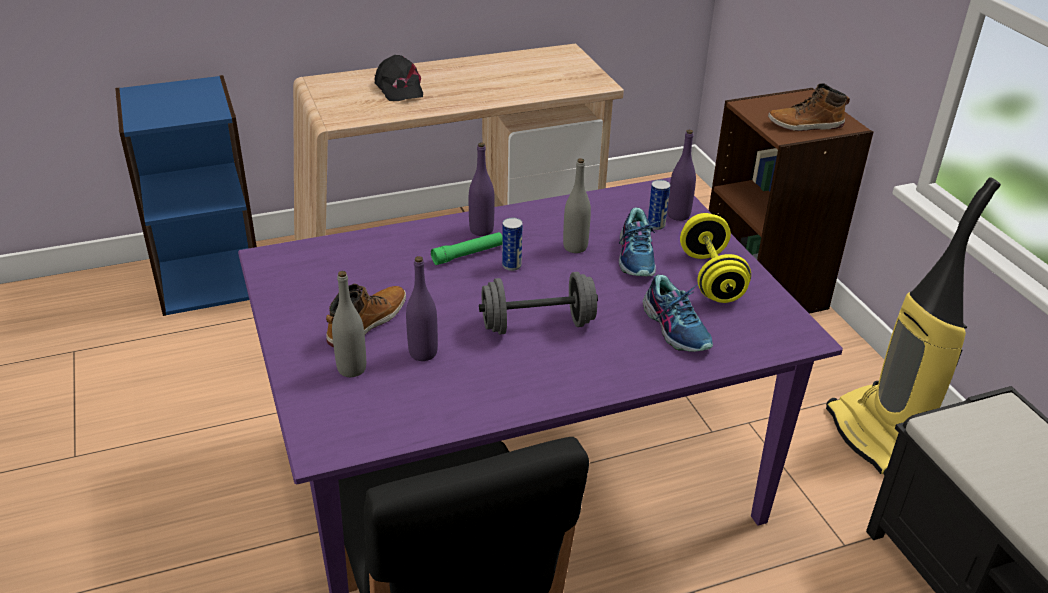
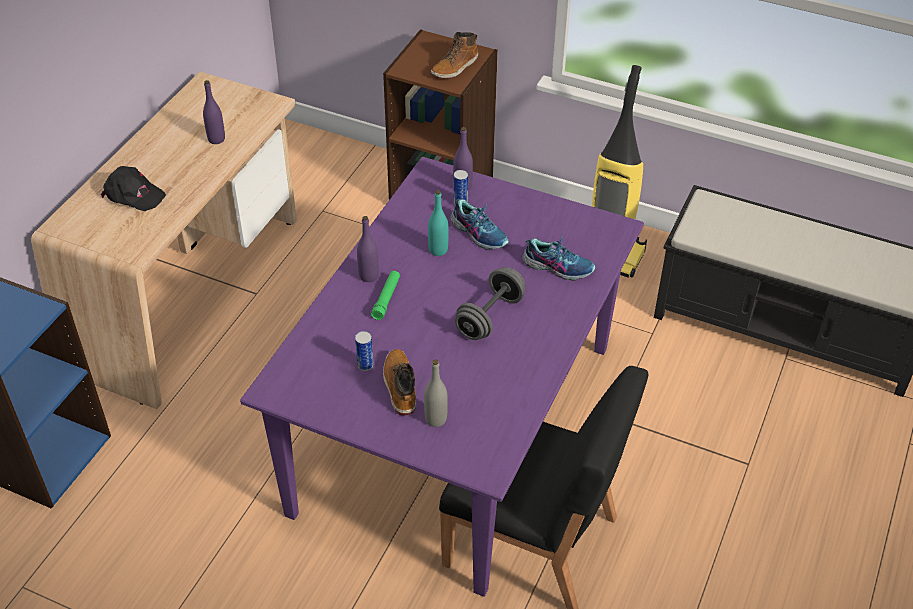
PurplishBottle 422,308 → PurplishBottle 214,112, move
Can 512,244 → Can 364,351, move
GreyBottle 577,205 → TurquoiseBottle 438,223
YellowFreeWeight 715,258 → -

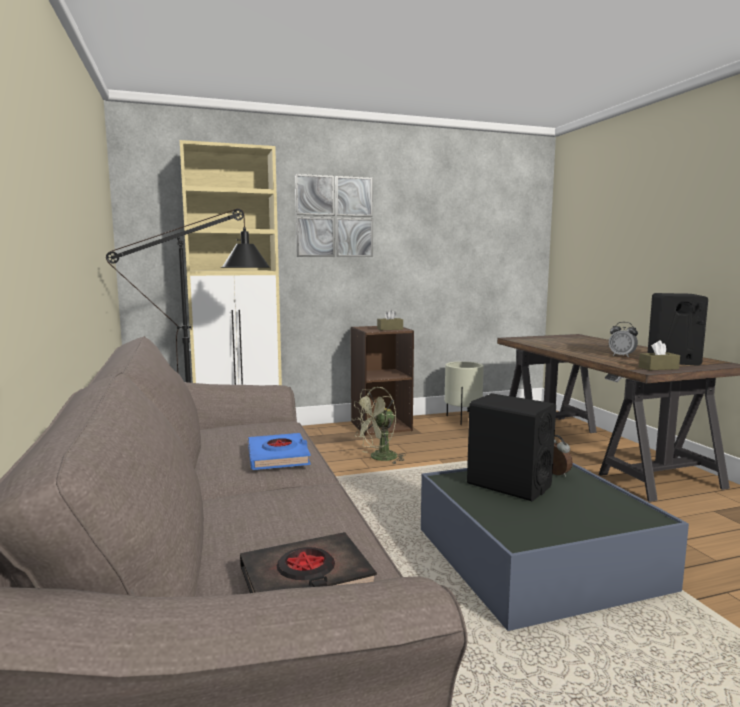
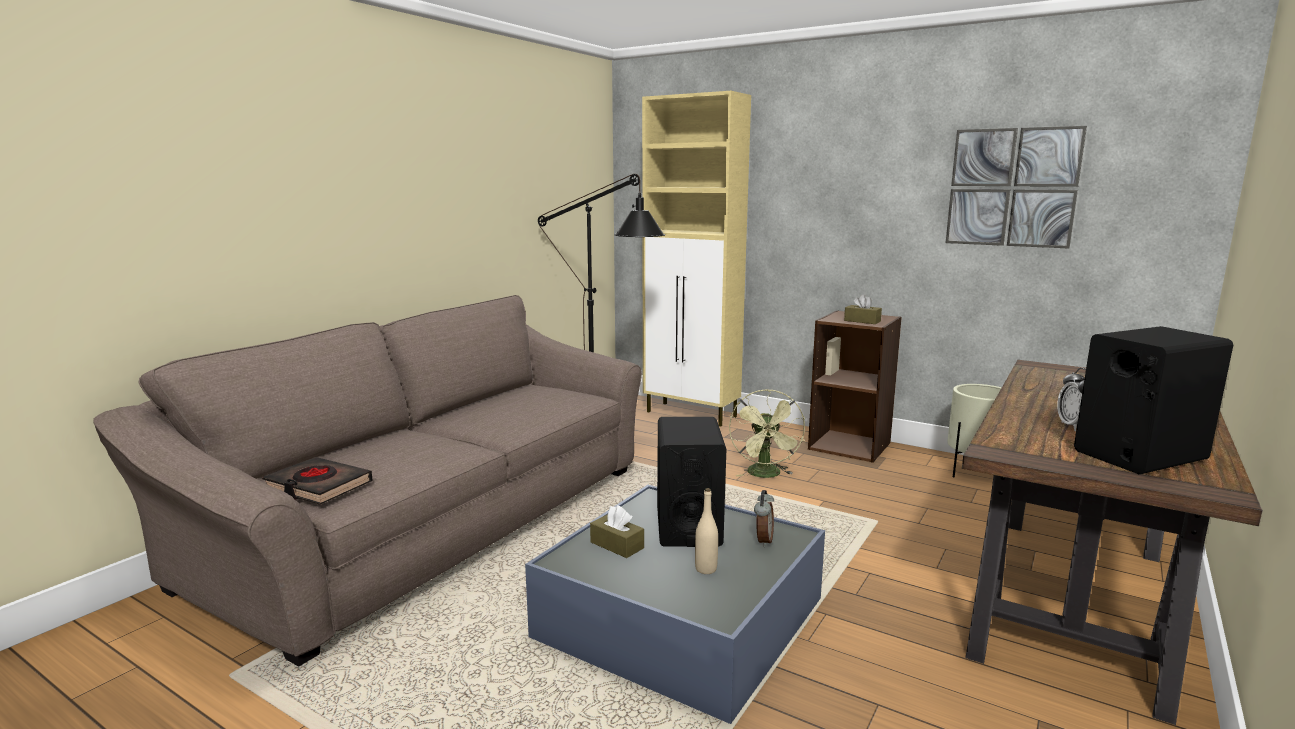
BrownTissueBox 659,355 → BrownTissueBox 617,531, move
- → BeigeColouredBottle 706,531
GreenColouredCoolingFan 379,425 → GreenColouredCoolingFan 767,433, 105 degrees counterclockwise
WallPicture 334,215 → WallPicture 1016,187, move
BlueColouredVolume 279,451 → -

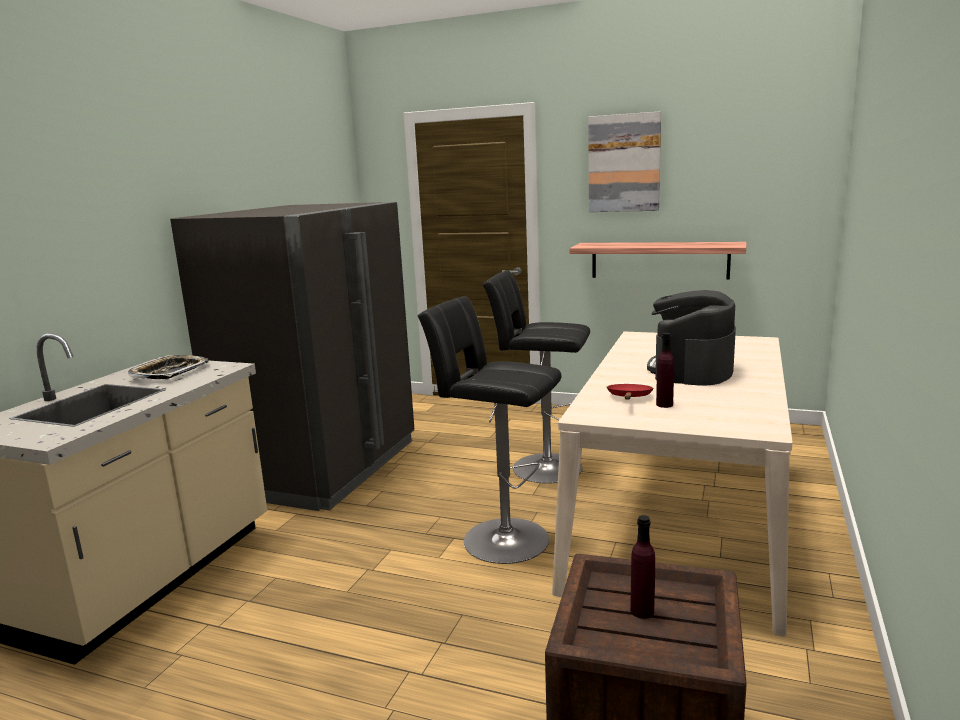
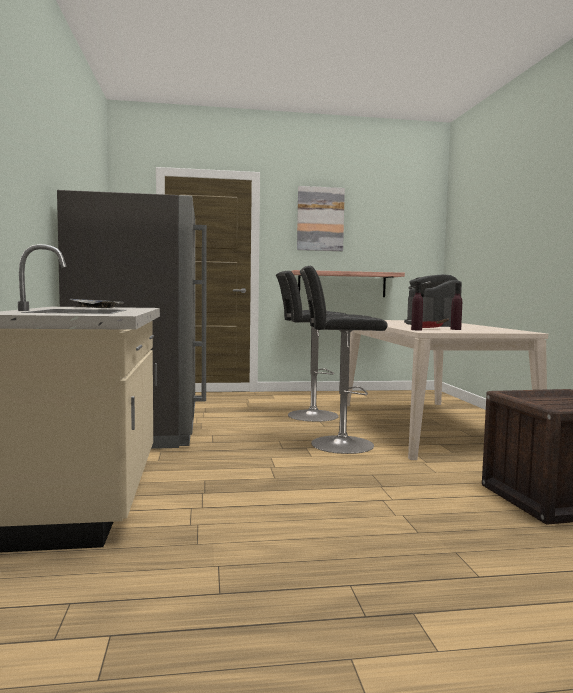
PurplishBottle 642,567 → PurplishBottle 417,306, move

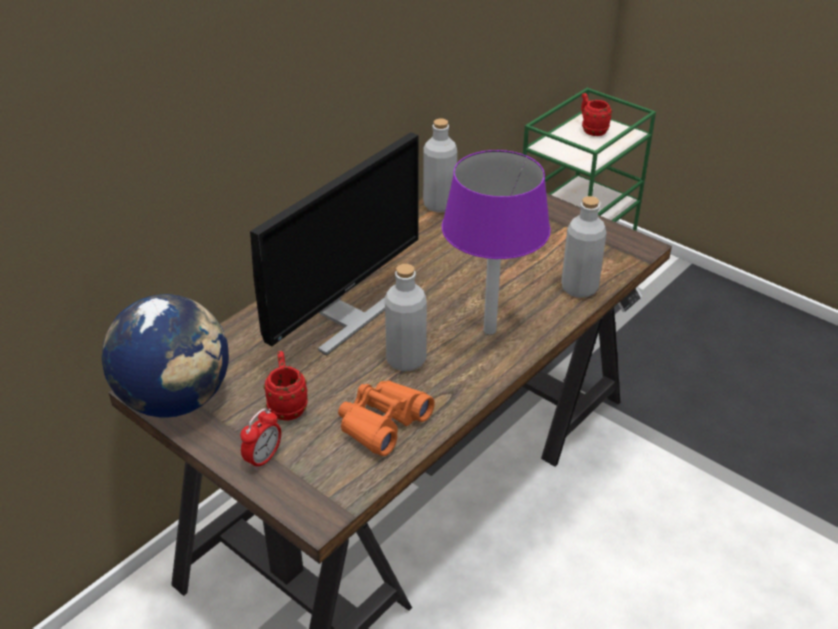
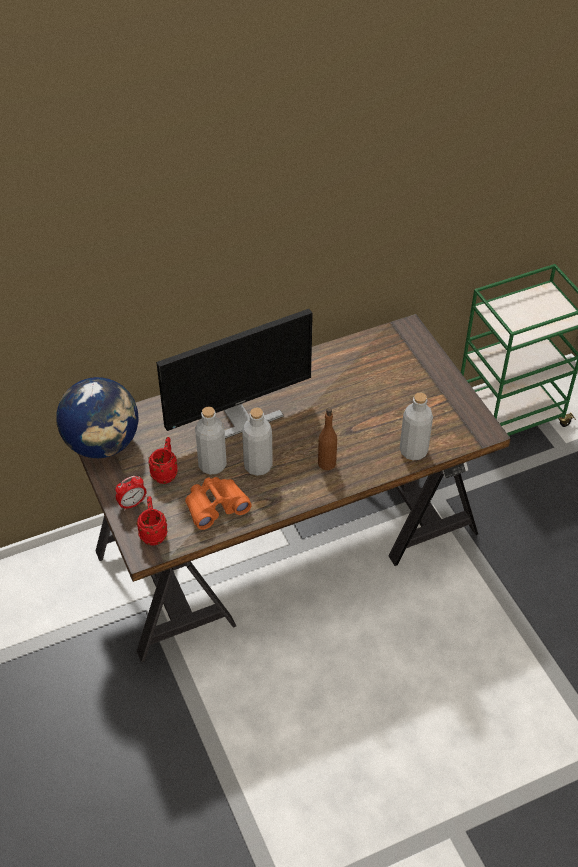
RedCoffeeMug 596,114 → RedCoffeeMug 152,521, move
GreyBottle 440,165 → GreyBottle 211,440, move
PurplishTabletopLamp 496,242 → BrownBottle 327,439

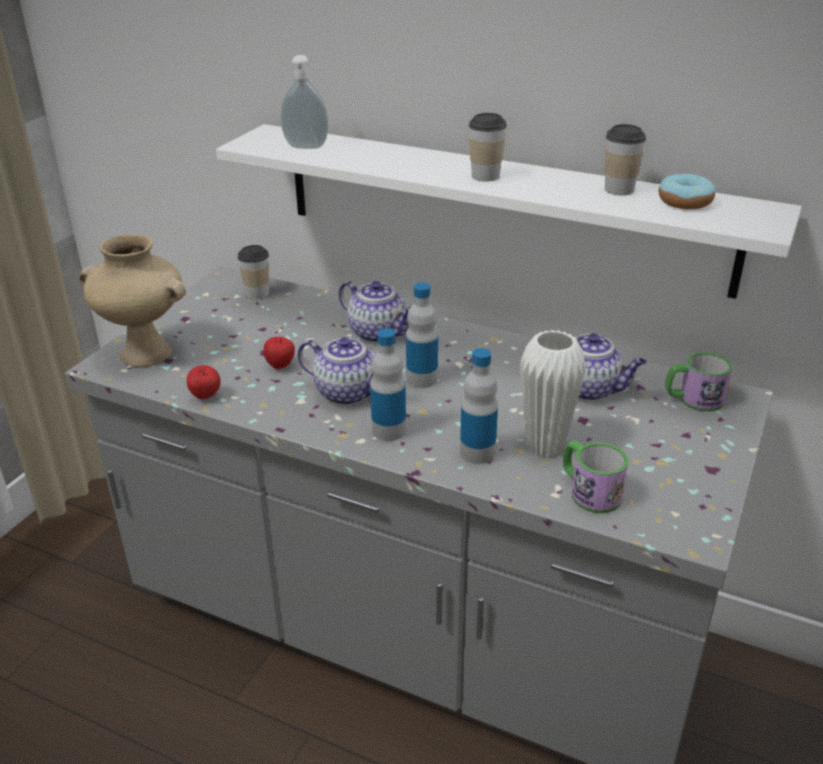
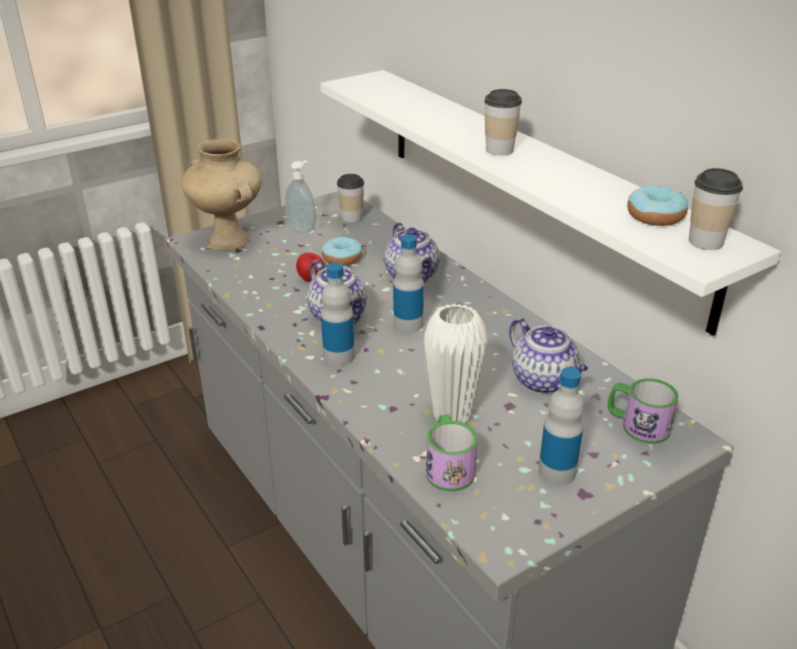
SoapBottle 304,102 → SoapBottle 300,196, move
- → RingDoughnut 342,251
Bottle 479,406 → Bottle 561,426, move
SmallCup 625,160 → SmallCup 716,209, move
AppleFruit 204,382 → -

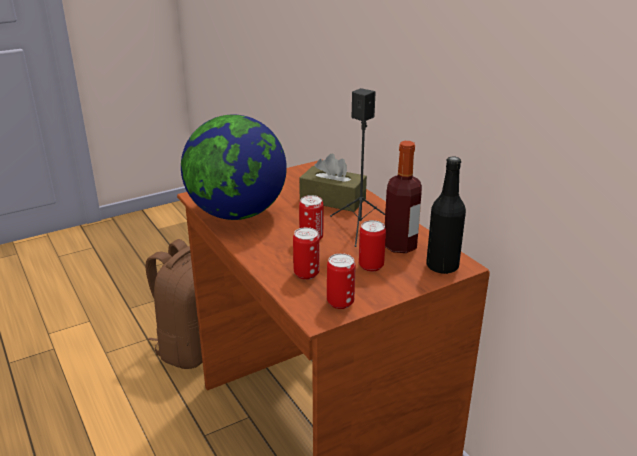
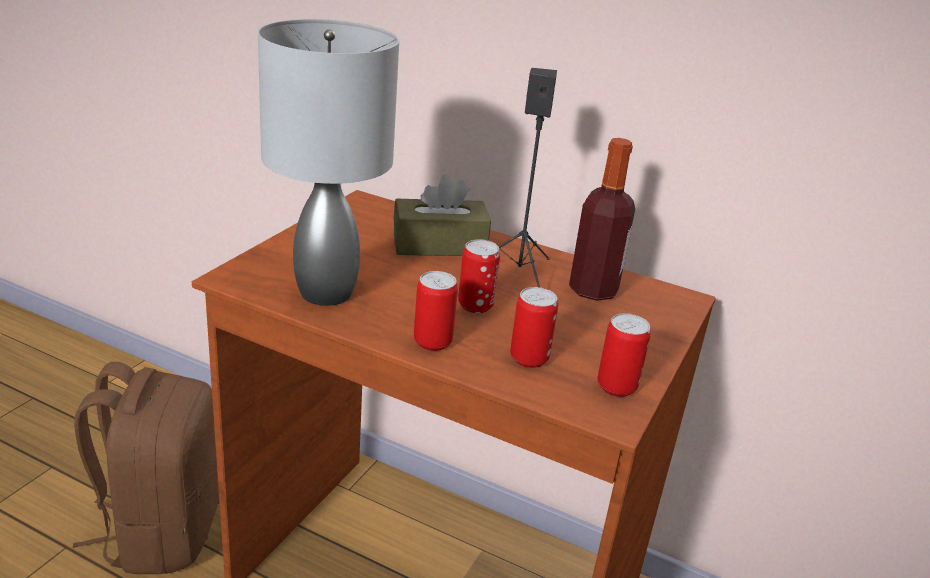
WorldGlobe 234,167 → GreyTabletopLamp 328,162
Can 372,246 → Can 436,311, move
BlackBottle 446,215 → -

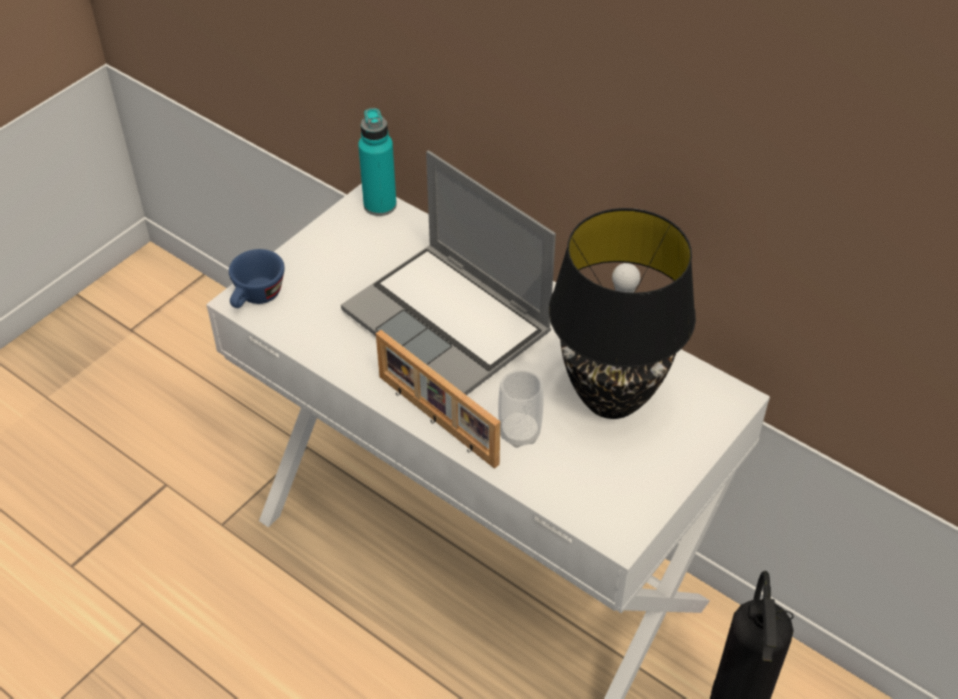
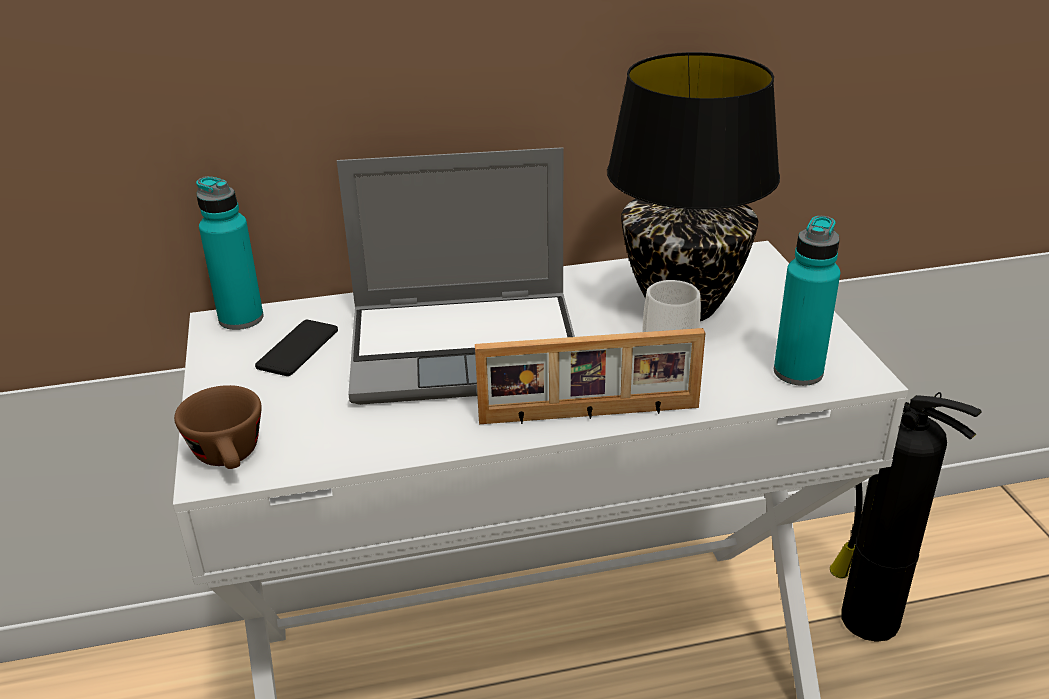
BlueColouredSmallCup 257,278 → BrownSmallCup 218,427
- → Telephone 296,348
- → TurquoiseBottle 807,301

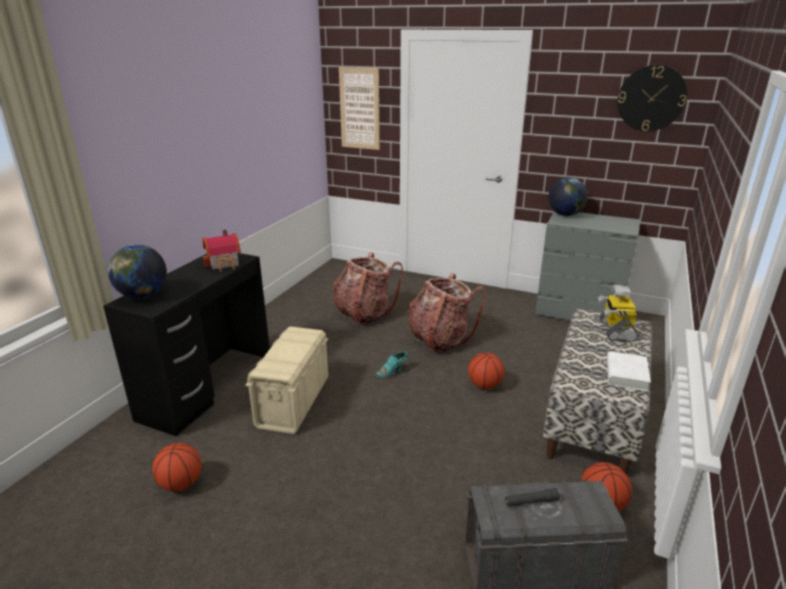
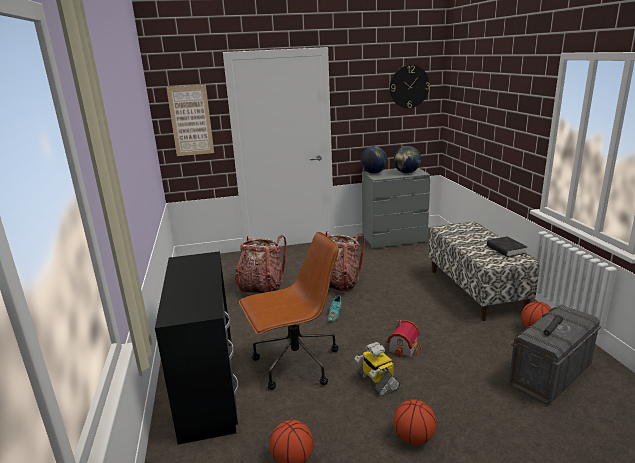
BeigeColouredStorageBin 286,380 → BrownComputerChair 289,311
RobotFigure 618,313 → RobotFigure 377,369, move
ToyHouse 221,250 → ToyHouse 404,339, move
WorldGlobe 137,271 → WorldGlobe 407,160, move
BallForBasketball 486,371 → BallForBasketball 415,422, move
WhiteVolume 629,371 → BlackVolume 507,246

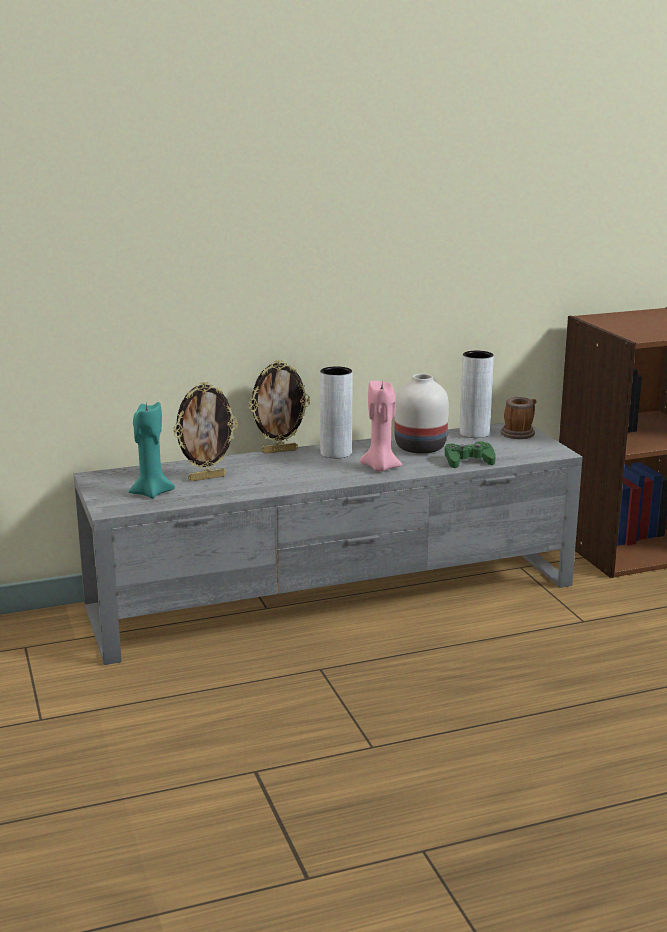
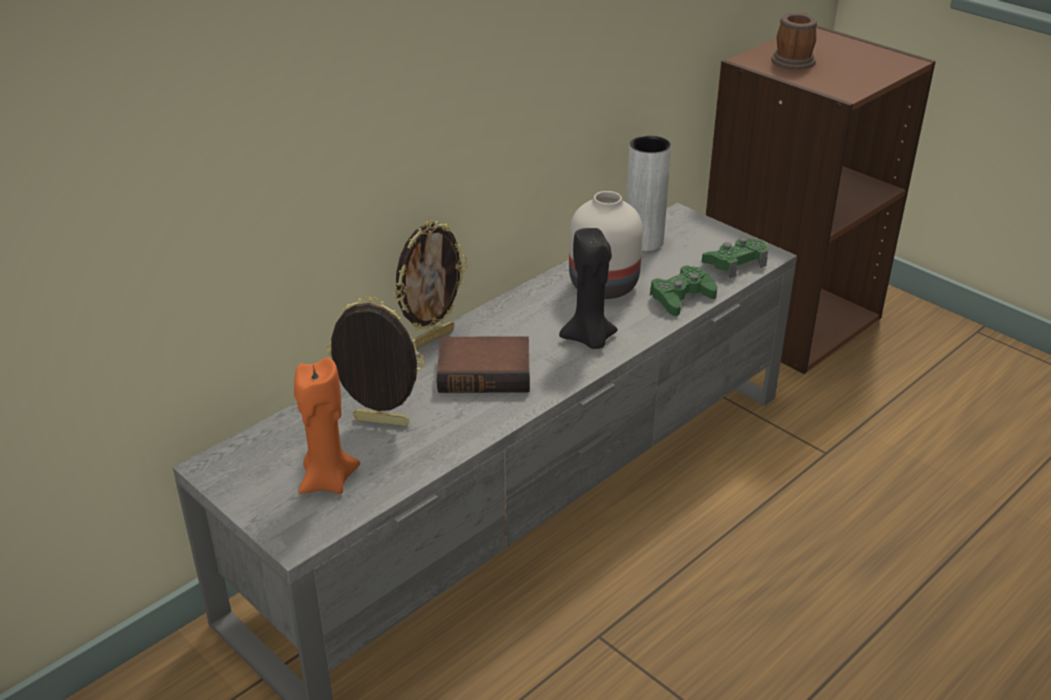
TurquoiseWaxCandle 151,450 → OrangeColouredWaxCandle 327,425
StandingFrame 205,431 → StandingFrame 375,361, 120 degrees counterclockwise
- → Volume 483,364
PinkishWaxCandle 381,426 → BlackWaxCandle 588,288
- → GreenColouredGameController 735,257
CoffeeMug 518,418 → CoffeeMug 794,41, move
GreyDecorativeVase 336,412 → -

